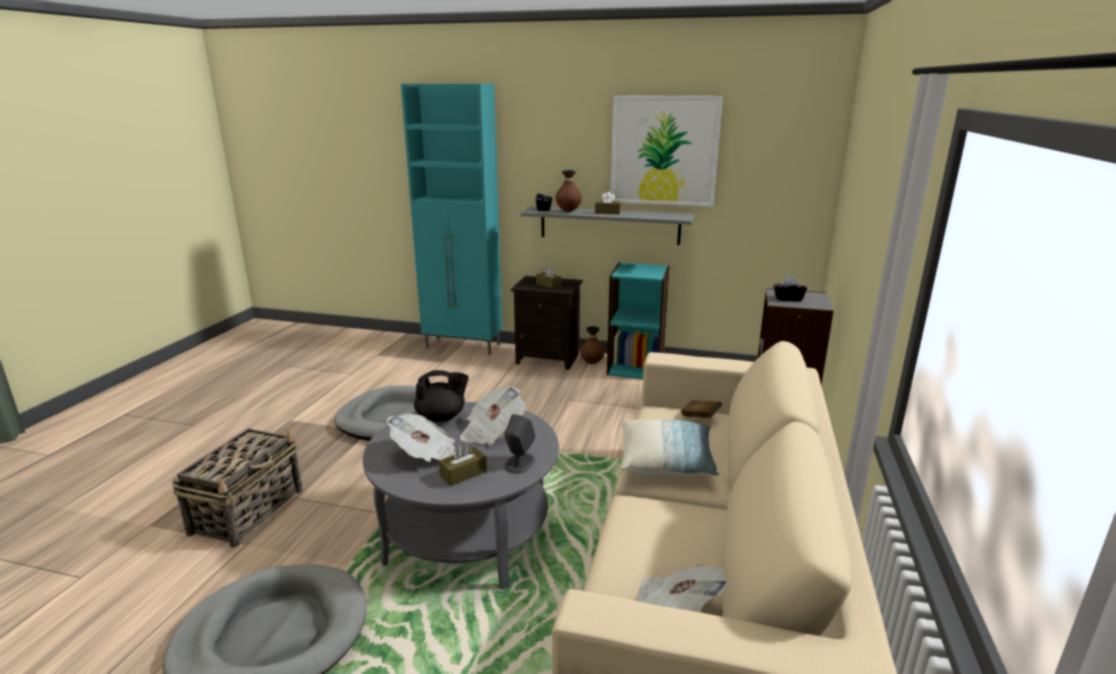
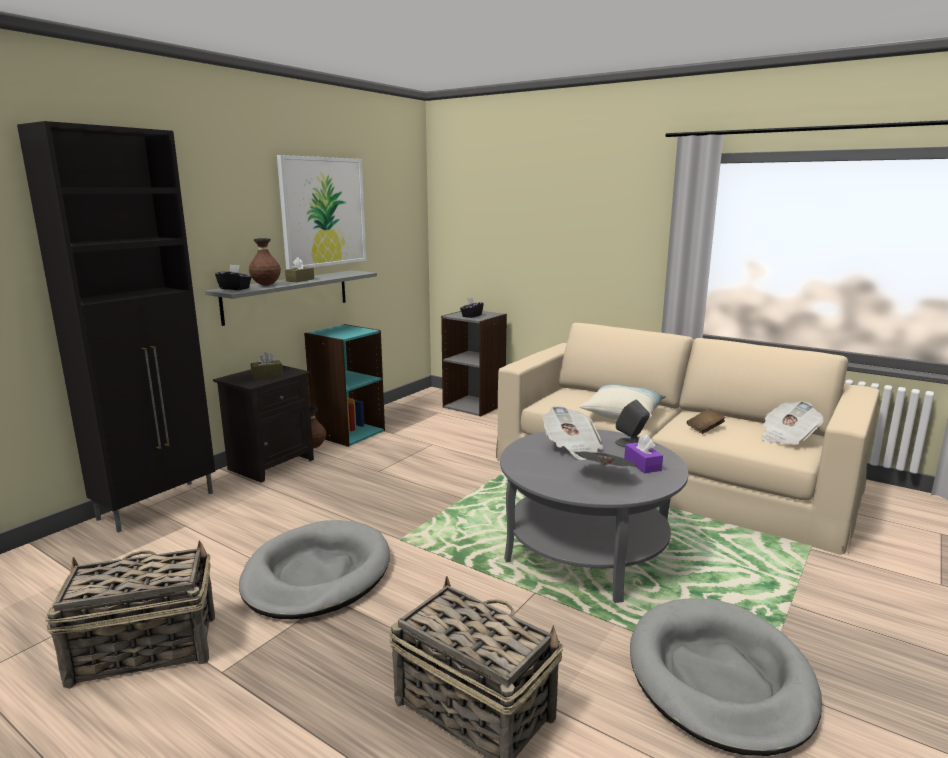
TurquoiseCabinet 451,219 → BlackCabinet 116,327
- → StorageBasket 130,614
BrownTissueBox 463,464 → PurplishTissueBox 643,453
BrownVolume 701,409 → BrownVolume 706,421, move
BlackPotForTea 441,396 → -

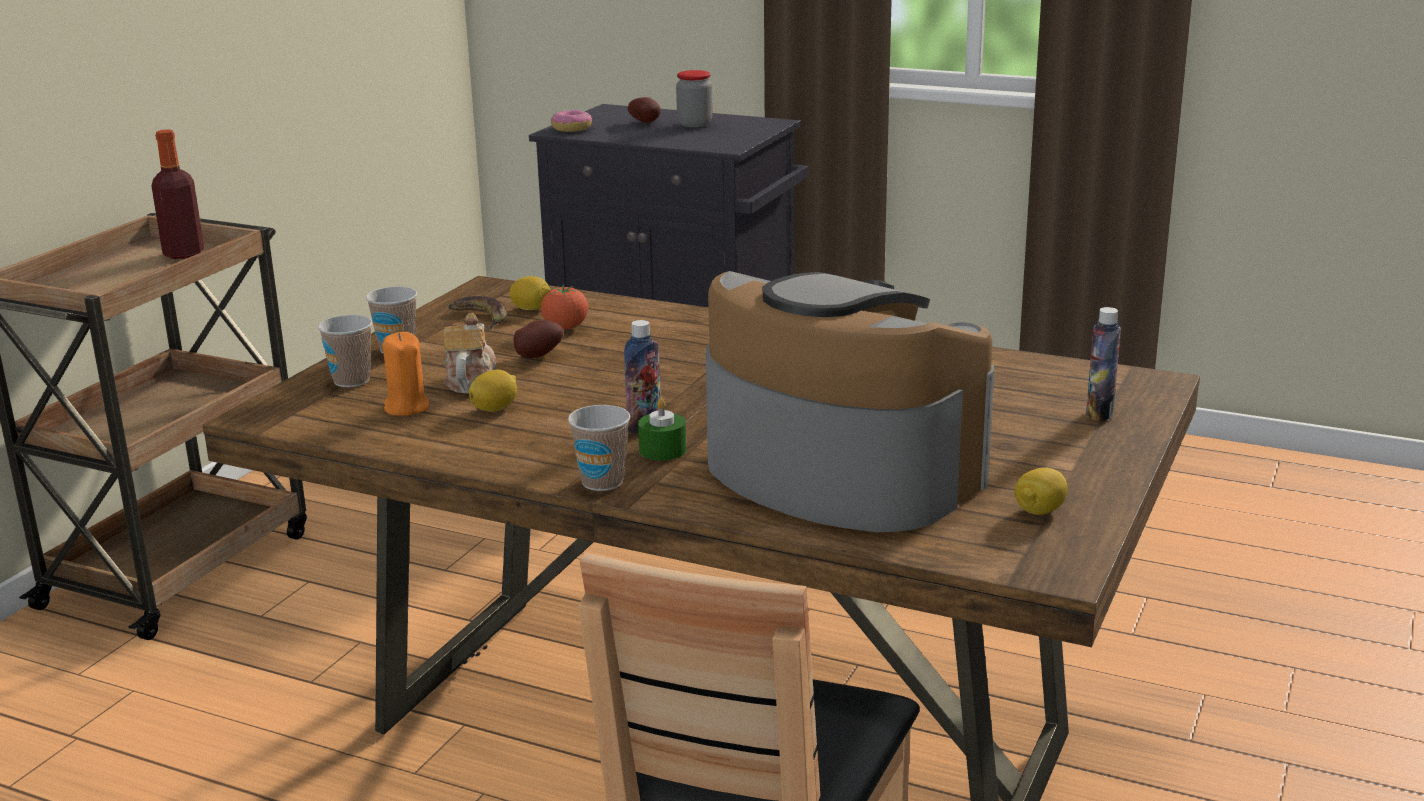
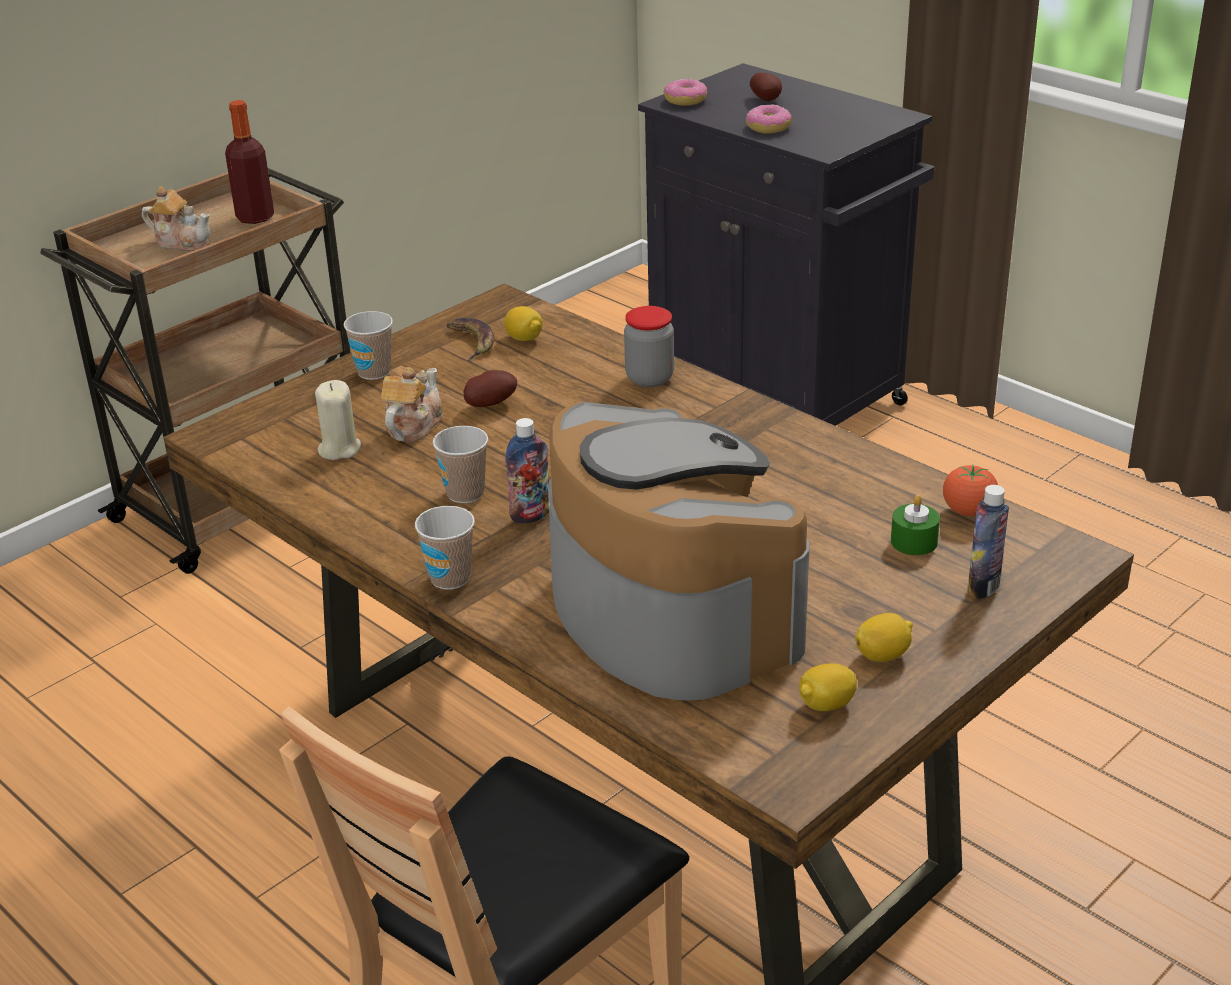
- → PotForTea 176,218
OrangeColouredWaxCandle 405,374 → BeigeColouredWaxCandle 338,420
SmallCup 345,351 → SmallCup 460,464, move
StorageJar 694,98 → StorageJar 649,346, move
- → RingDoughnut 769,119
WholeLemon 492,391 → WholeLemon 884,637, move
GreenColouredWaxCandle 662,429 → GreenColouredWaxCandle 915,525, move
FreshTomato 564,307 → FreshTomato 970,490, move

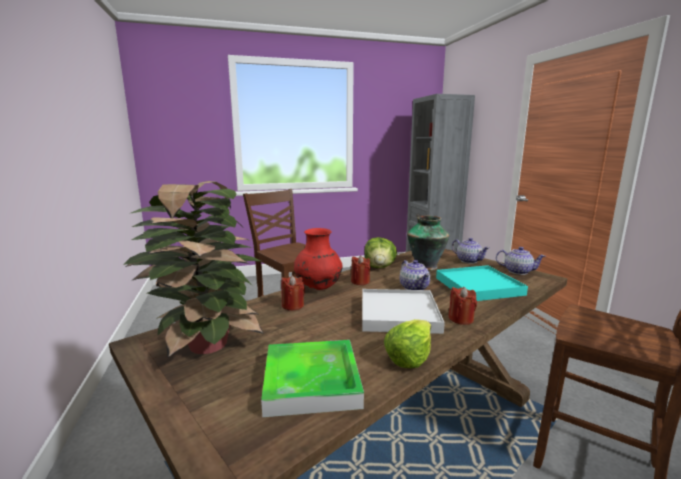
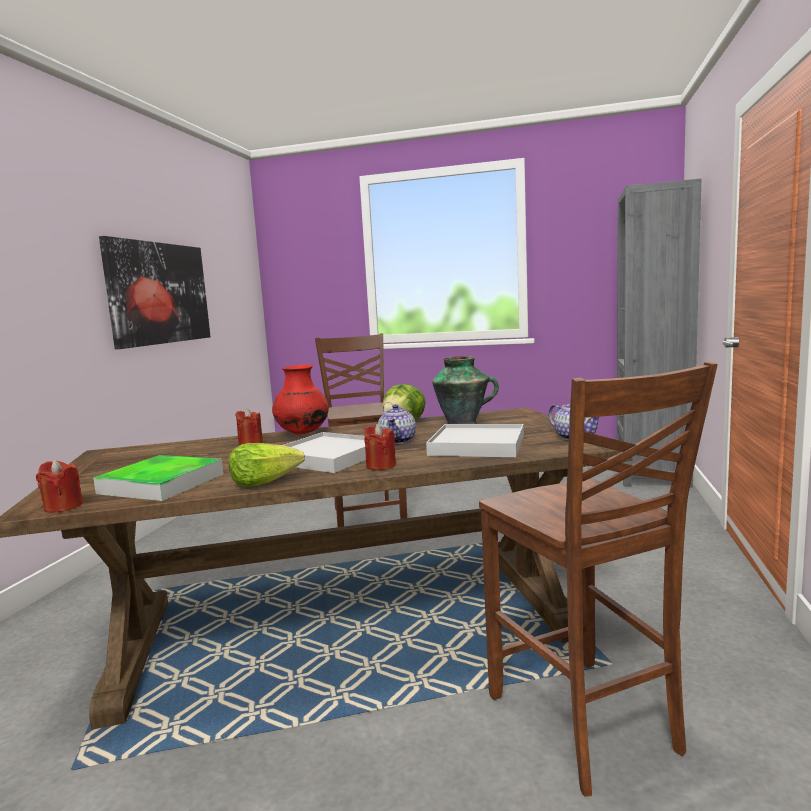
RedWaxCandle 360,270 → RedWaxCandle 60,486, move
- → WallPicture 155,292
TurquoiseCarryingTray 482,283 → WhiteCarryingTray 475,440
PlantInAPot 193,269 → -
PotForTea 470,251 → -

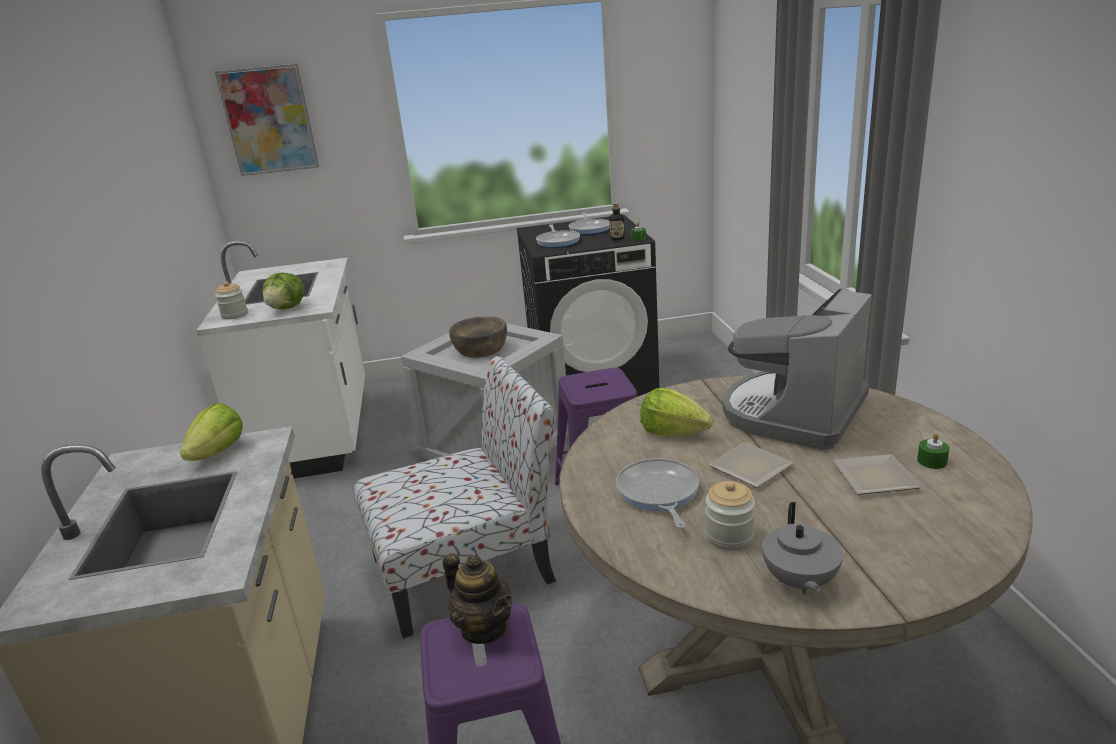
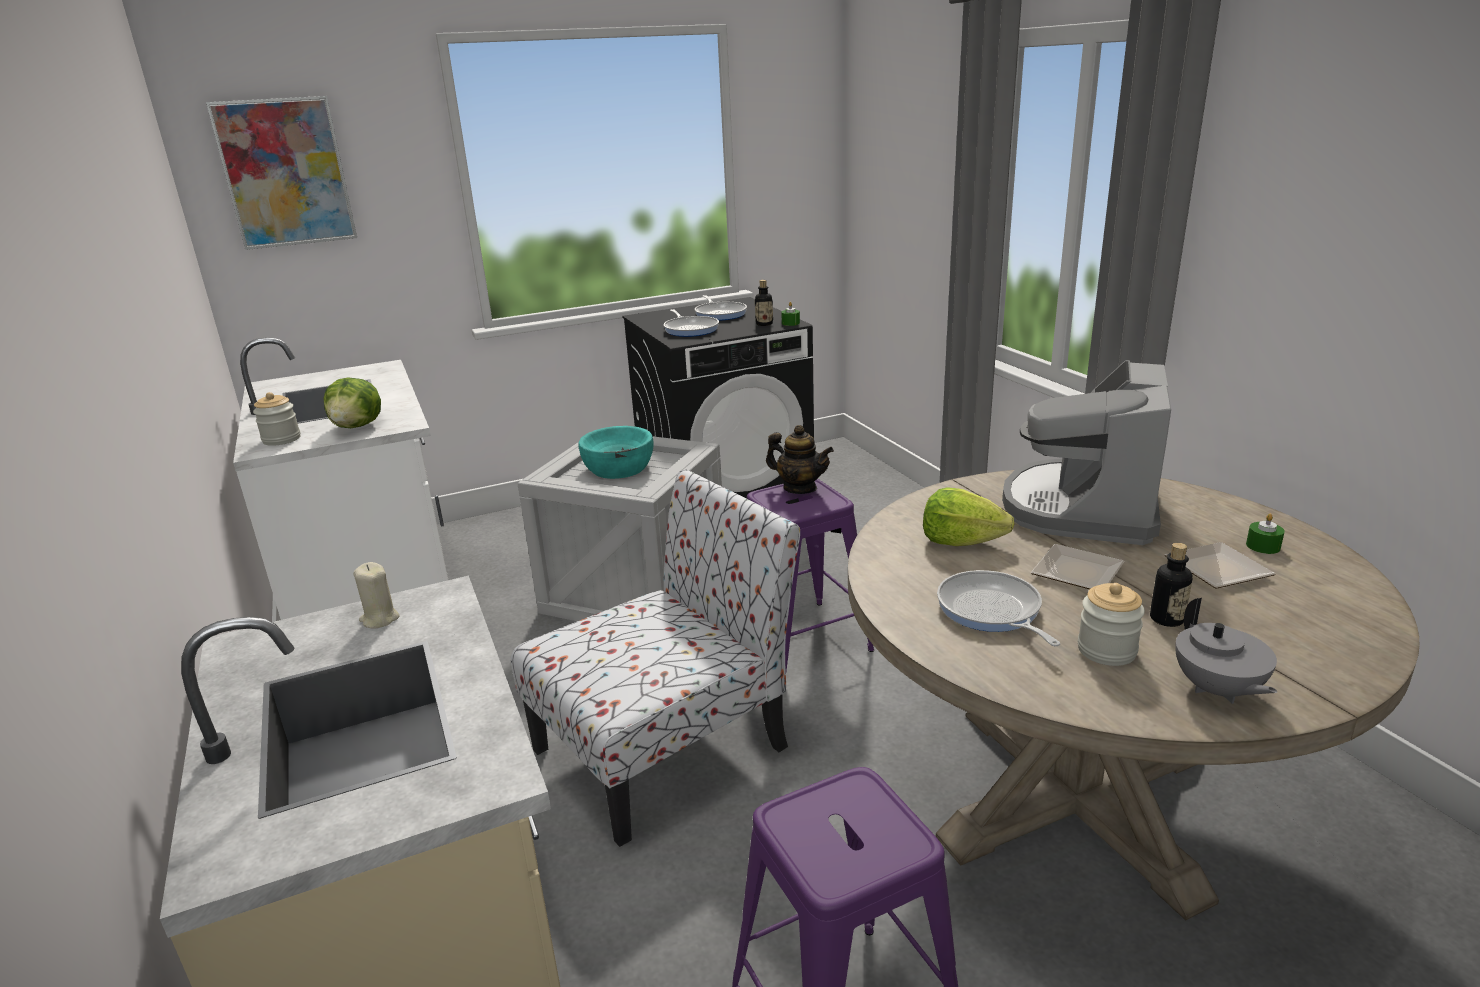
LettuceHead 211,432 → BeigeColouredWaxCandle 376,595
BrownBowl 478,337 → TurquoiseBowl 615,452
PotForTea 477,598 → PotForTea 800,459, move
- → Bottle 1171,585

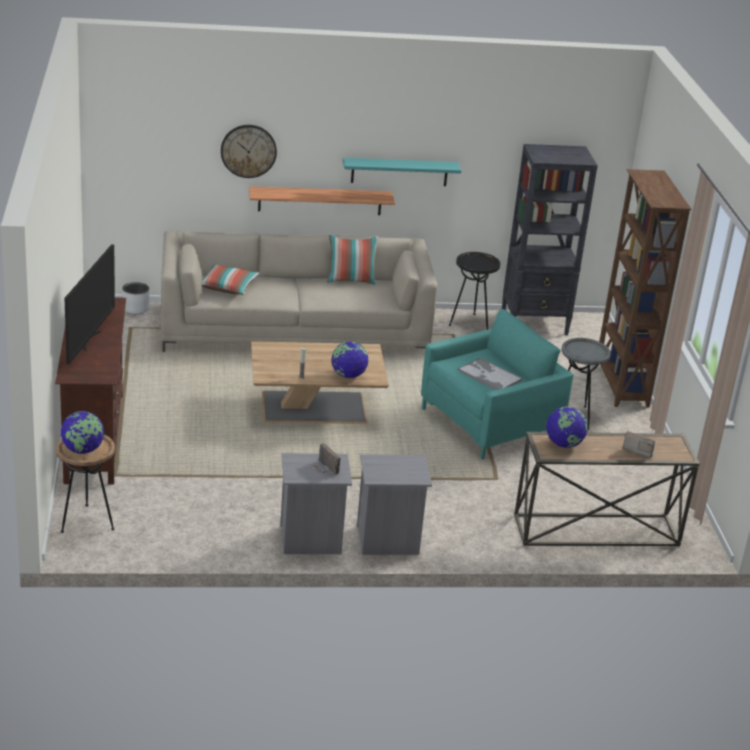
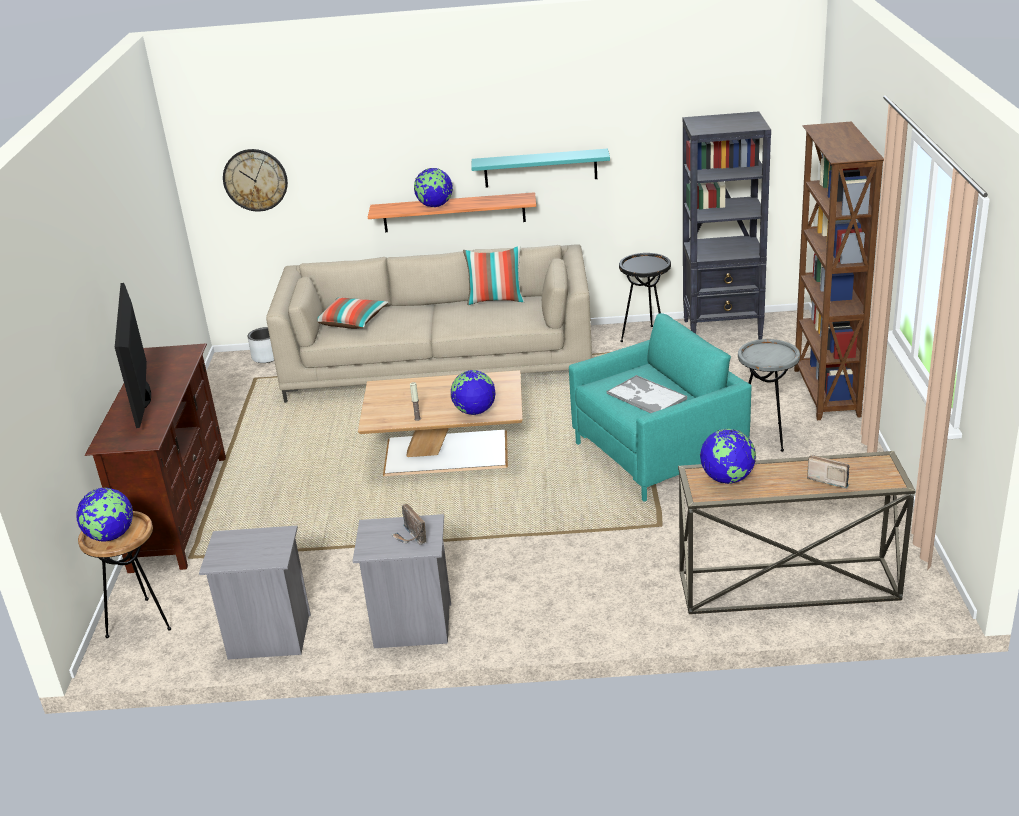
Tv 90,304 → Tv 133,355, 150 degrees clockwise
GreyBedsideTable 394,504 → GreyBedsideTable 255,592, move
WallClock 249,151 → WallClock 255,180, move
- → WorldGlobe 433,187

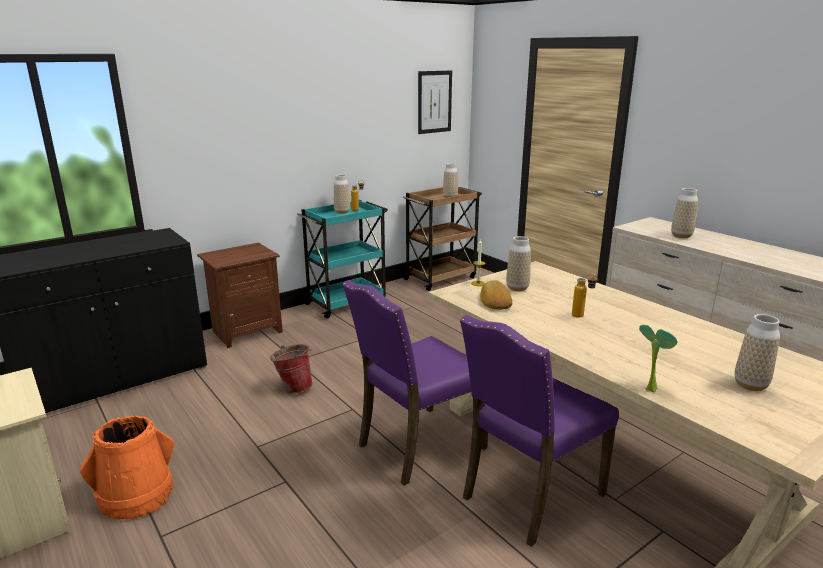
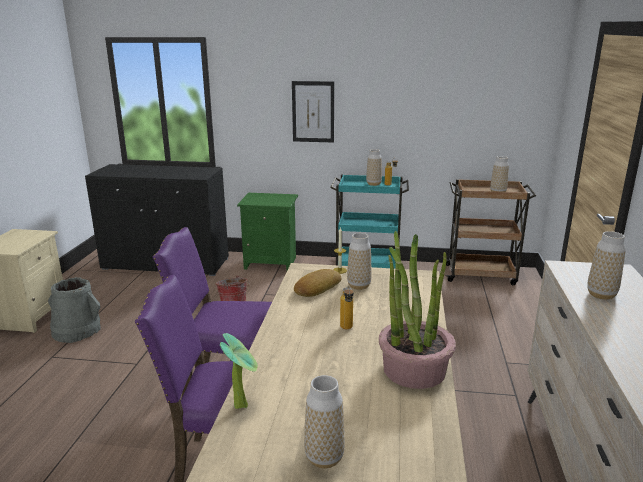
OrangeColouredWaterBucket 127,468 → GreyWaterBucket 74,310
BrownBedsideTable 240,295 → GreenColouredBedsideTable 267,231
WallPicture 435,102 → WallPicture 313,111, move
- → PlantInAPot 417,310

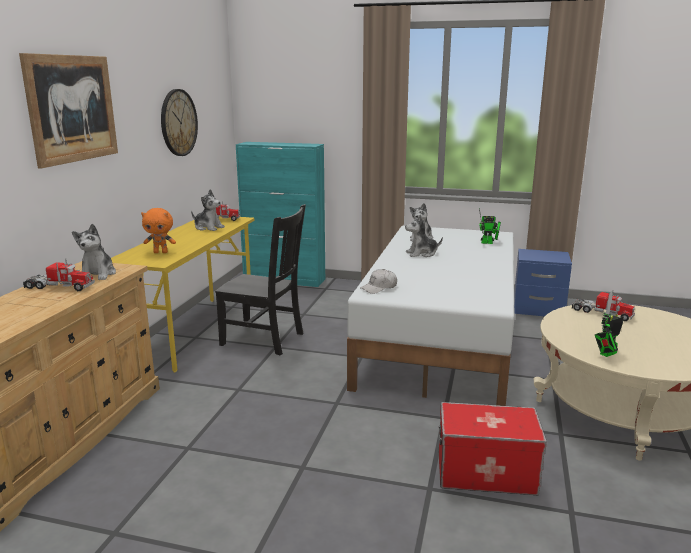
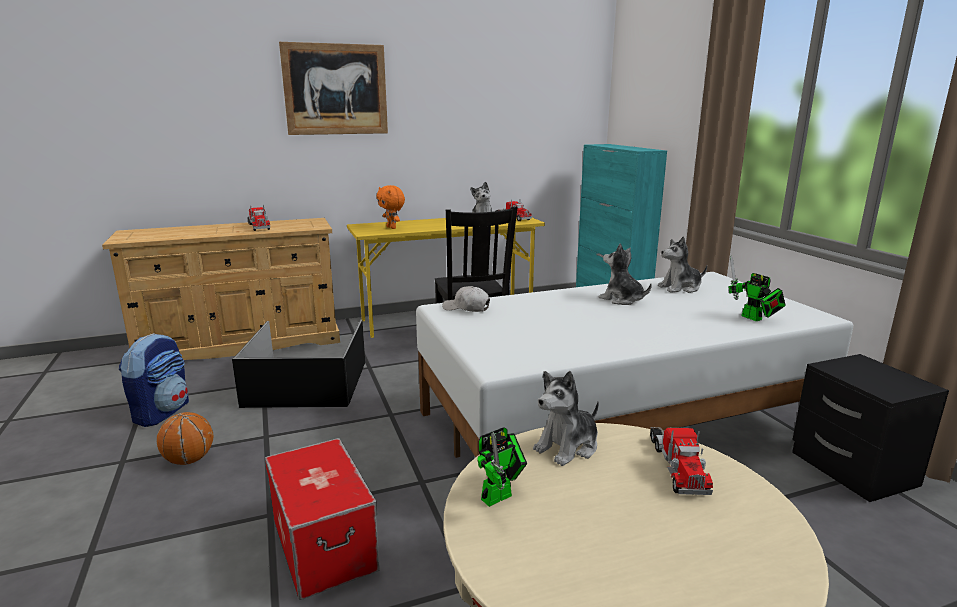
- → Backpack 154,380
- → BallForBasketball 184,438
- → BlackStorageBin 298,364
RobotFigure 609,324 → RobotFigure 502,467, 120 degrees clockwise
SoftToy 94,252 → SoftToy 566,418, move
BlueColouredBedsideTable 543,282 → BlackBedsideTable 870,428
WallClock 179,122 → -

